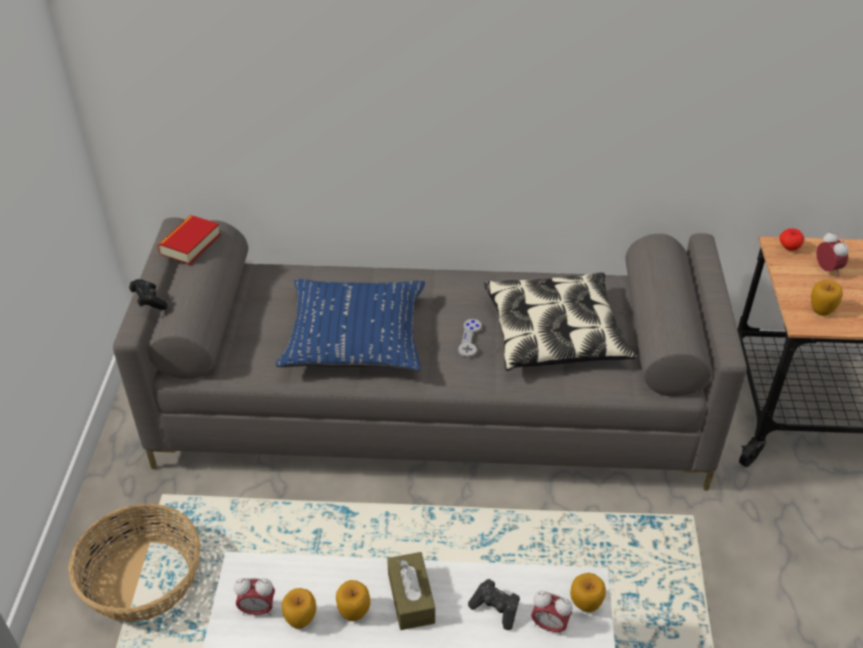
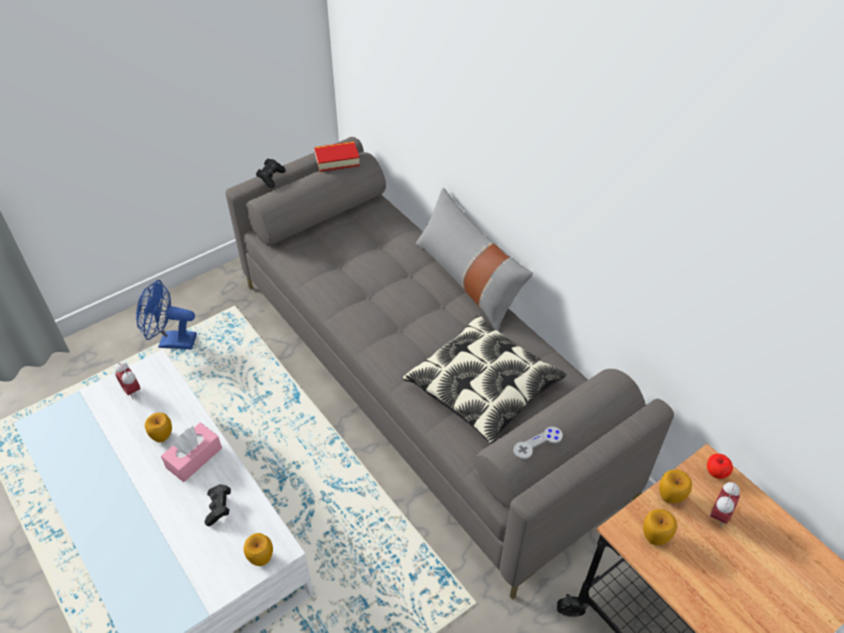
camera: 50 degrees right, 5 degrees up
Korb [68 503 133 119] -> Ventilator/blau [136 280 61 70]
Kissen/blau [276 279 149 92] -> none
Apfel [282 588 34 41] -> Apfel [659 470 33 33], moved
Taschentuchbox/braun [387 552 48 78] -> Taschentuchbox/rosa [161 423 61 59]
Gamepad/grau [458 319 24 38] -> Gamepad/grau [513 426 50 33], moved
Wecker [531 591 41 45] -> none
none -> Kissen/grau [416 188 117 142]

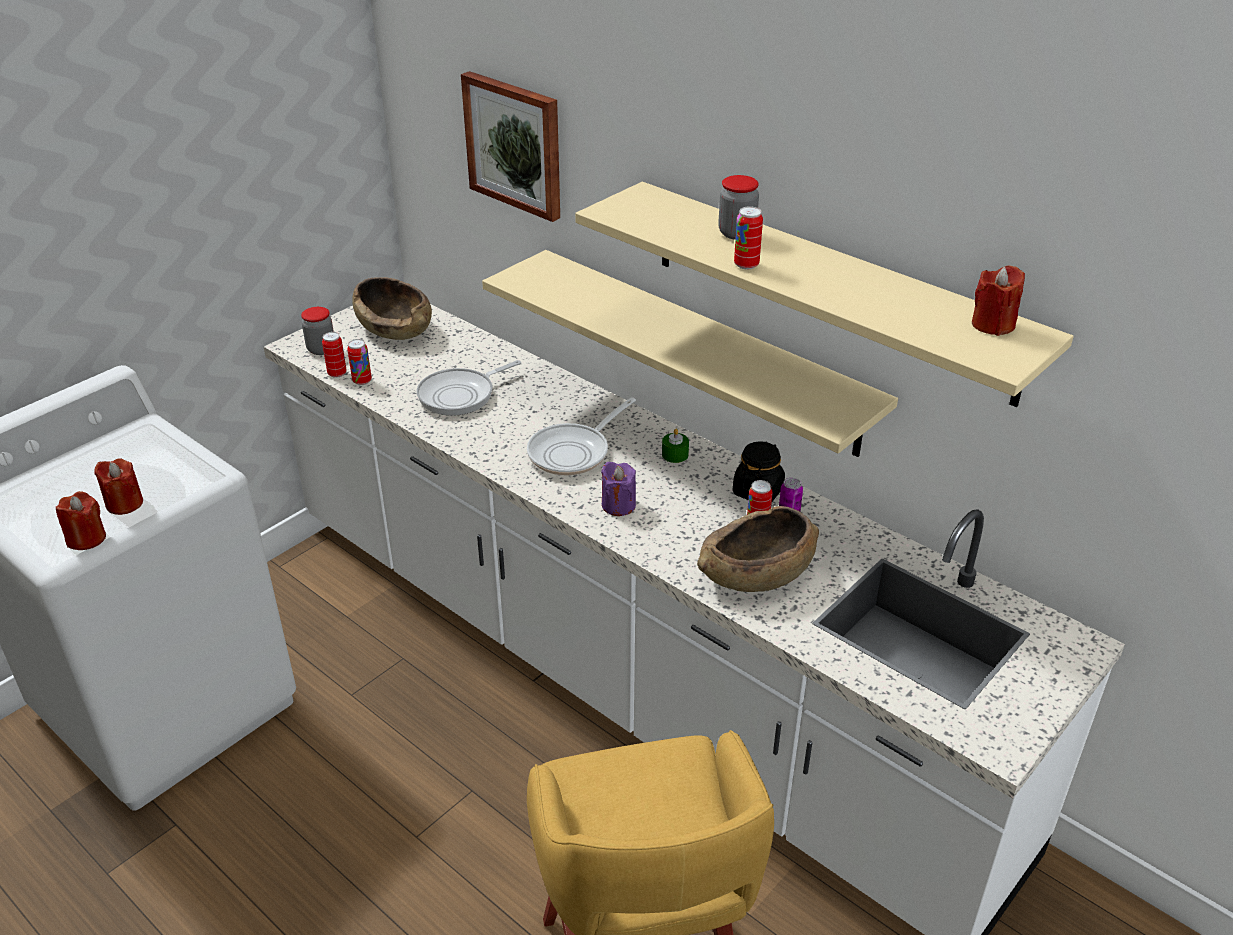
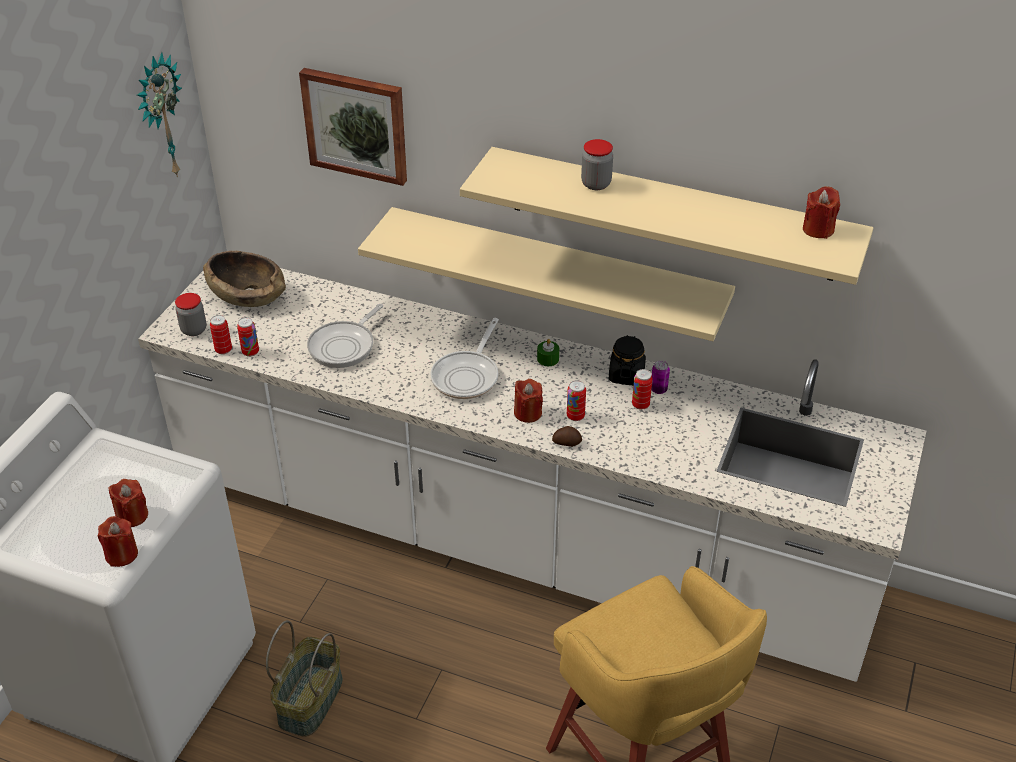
camera: 20 degrees left, 5 degrees up
Kerze/lila [601 462 35 54] -> Kerze/rot [514 379 29 44]
Schüssel/braun [697 506 122 86] -> none
Dose [734 206 29 64] -> Dose [567 380 19 41], moved
none -> Wanduhr [137 52 45 126]
none -> Korb [266 620 77 117]
none -> Kartoffel [552 426 30 21]

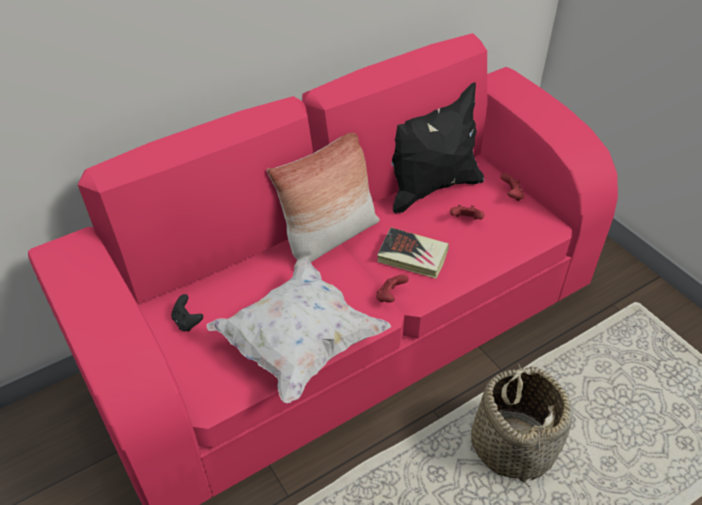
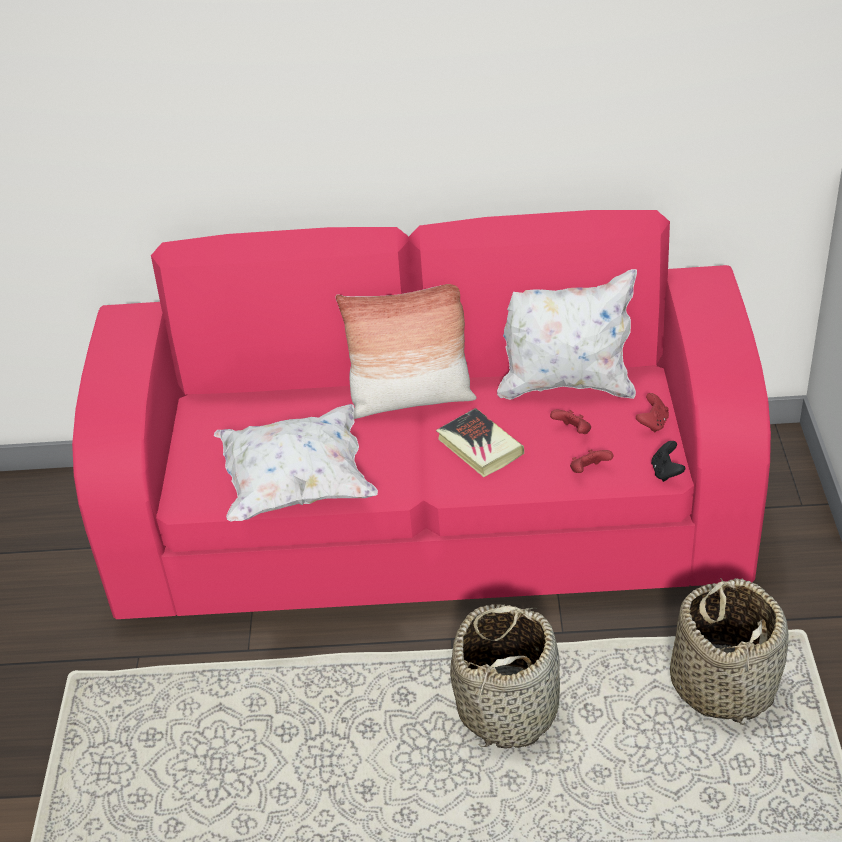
camera: 35 degrees right, 5 degrees down
Gamepad/schwarz [171 294 32 38] -> Gamepad/schwarz [651 441 34 41], moved
Gamepad/rot [376 275 33 28] -> Gamepad/rot [570 449 43 24], moved
Kissen/schwarz [391 82 93 132] -> Kissen/weiß [497 269 140 131]
none -> Korb [670 578 119 147]

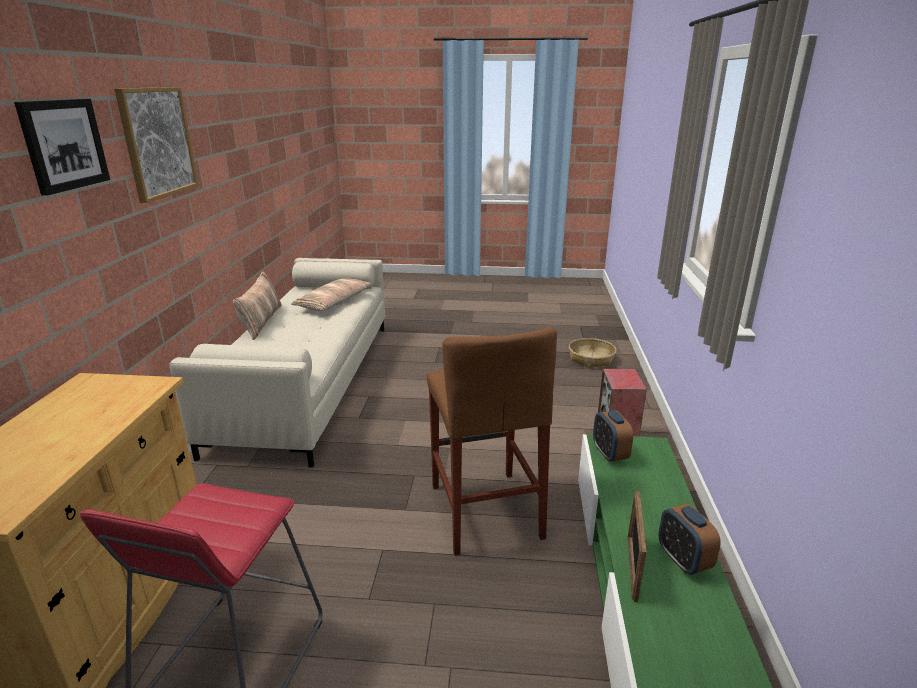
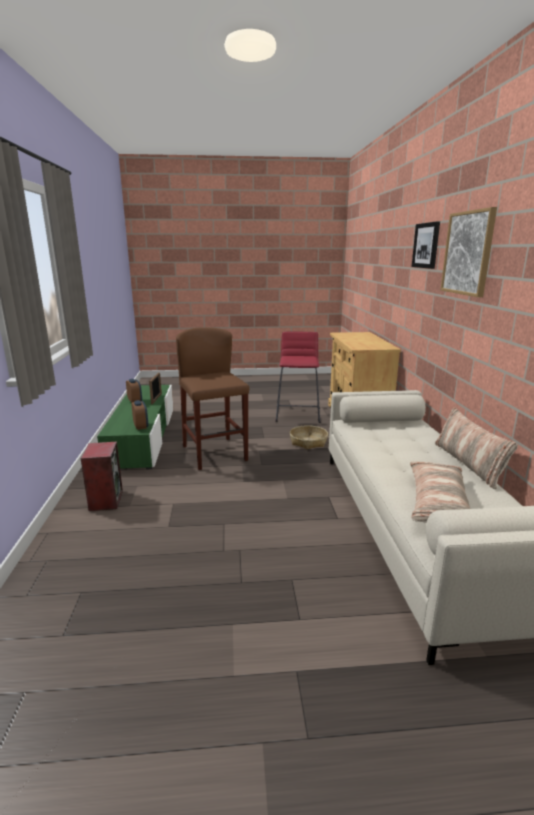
camera: 170 degrees right, 5 degrees down
Korb [569 338 47 30] -> Korb [290 425 38 25], moved

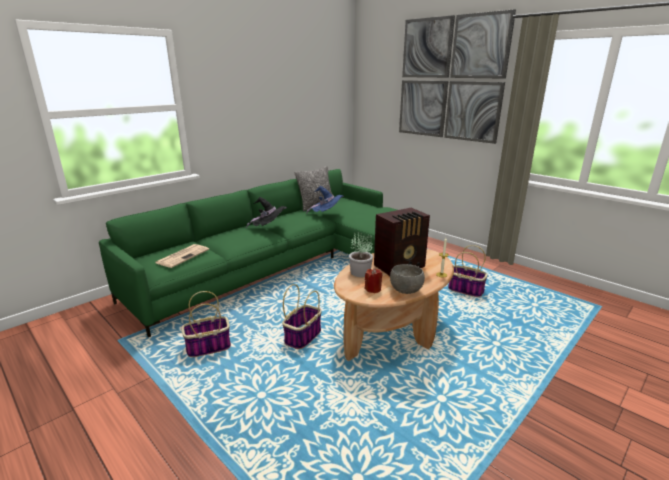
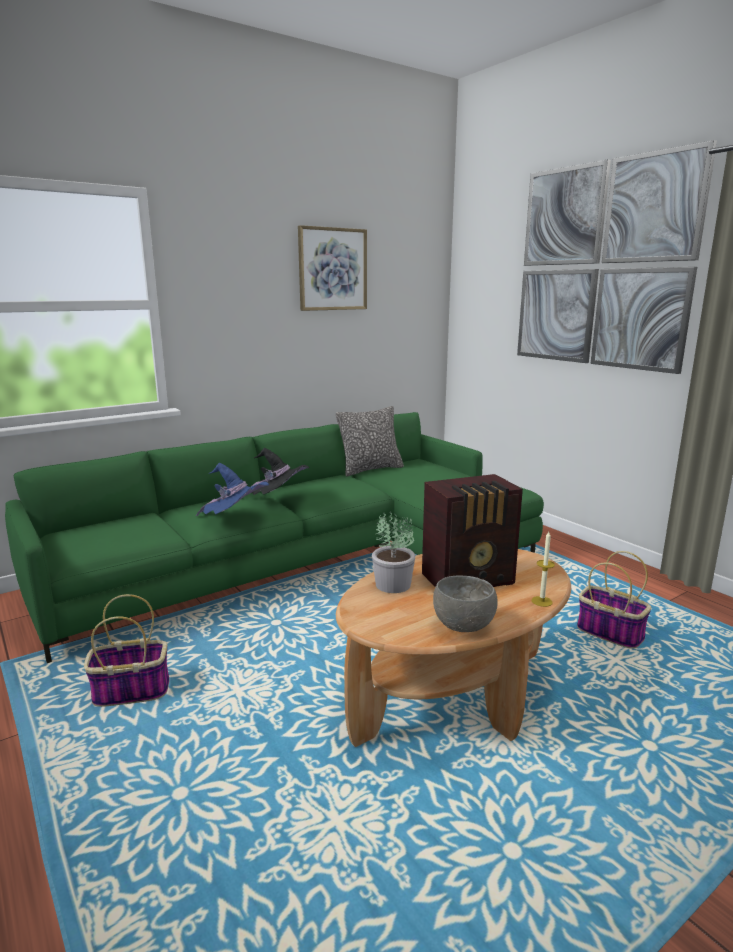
camera: 10 degrees right, 5 degrees down
Zeitung [155 244 54 24] -> none
Korb [282 284 40 65] -> none
Hut/blau [306 186 38 28] -> Hut/blau [196 463 73 53], moved
Kerze/rot [365 268 17 25] -> none
none -> Bild [298 225 69 86]

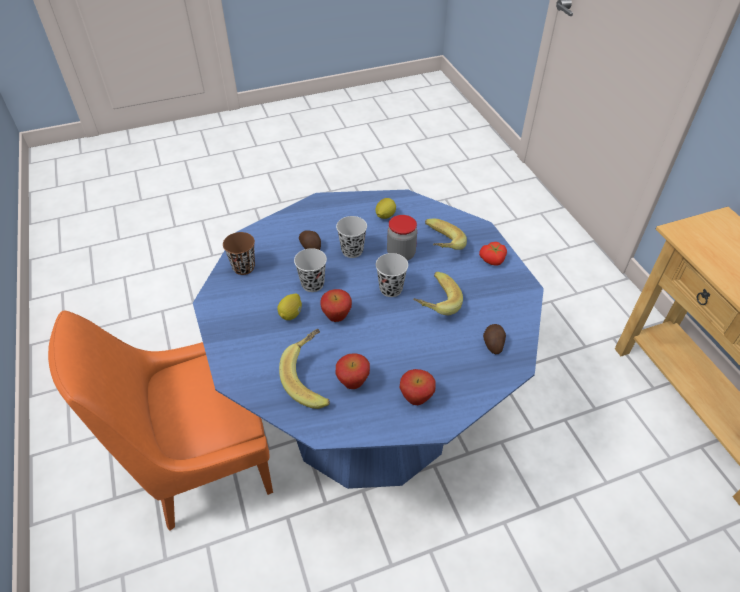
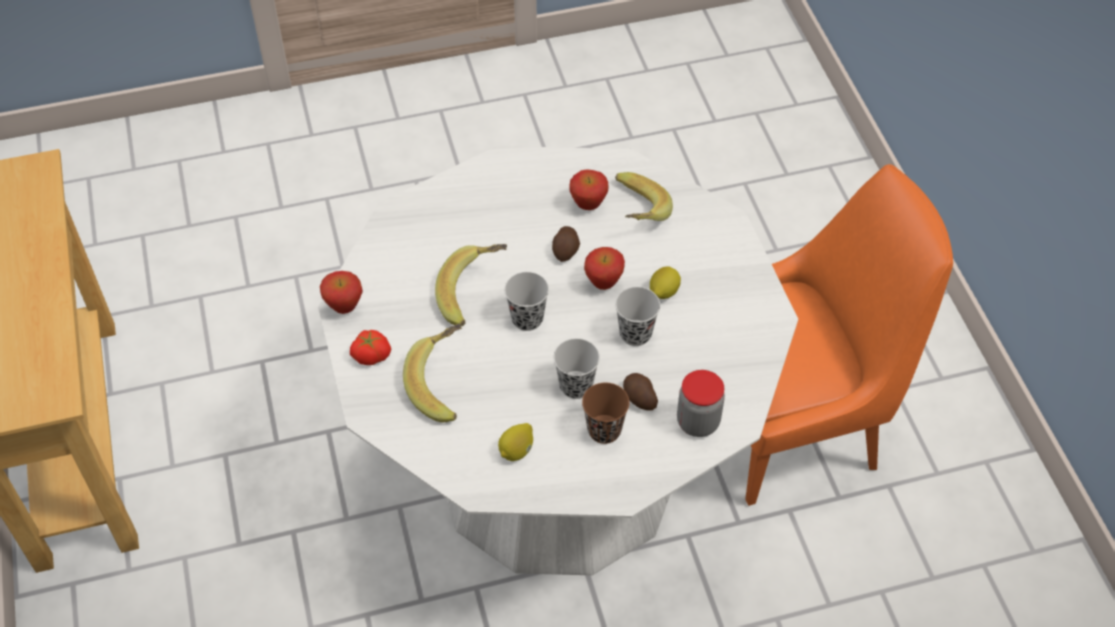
camera: 175 degrees left, 5 degrees up
Esstisch/blau [193 190 351 299] -> Esstisch/weiß [318 146 480 429]
Tasse/braun [223 232 32 43] -> Tasse/braun [582 382 48 62], moved
Vorratsglas [387 215 30 46] -> Vorratsglas [677 370 48 67], moved
Apfel [399 369 37 36] -> Apfel [320 271 43 43], moved
Kartoffel [483 324 23 30] -> Kartoffel [552 226 28 36], moved

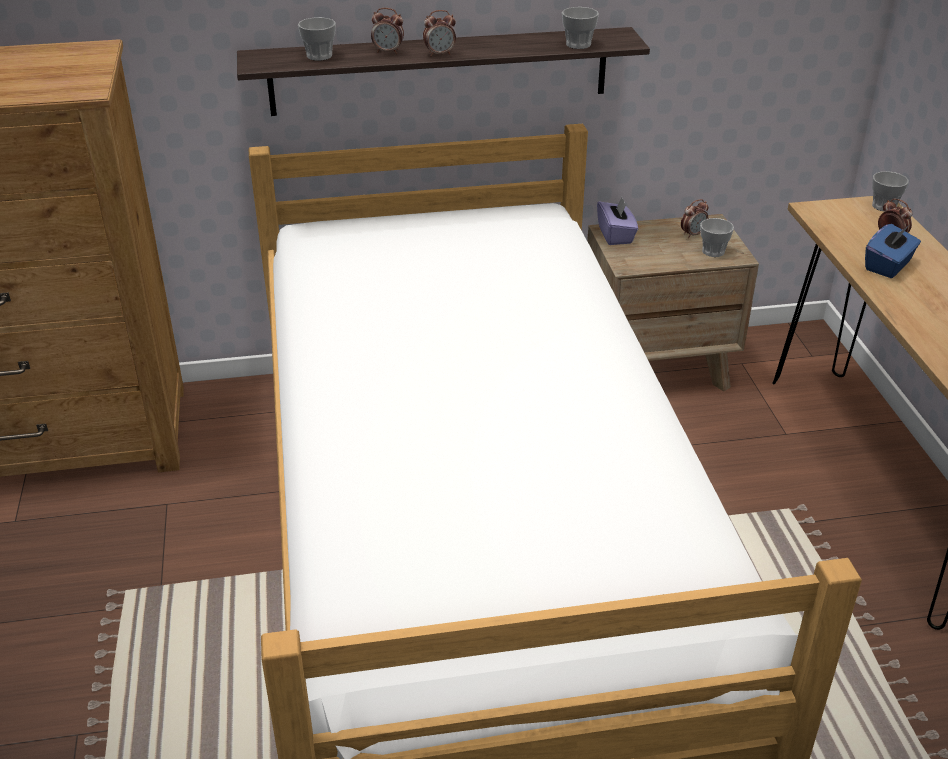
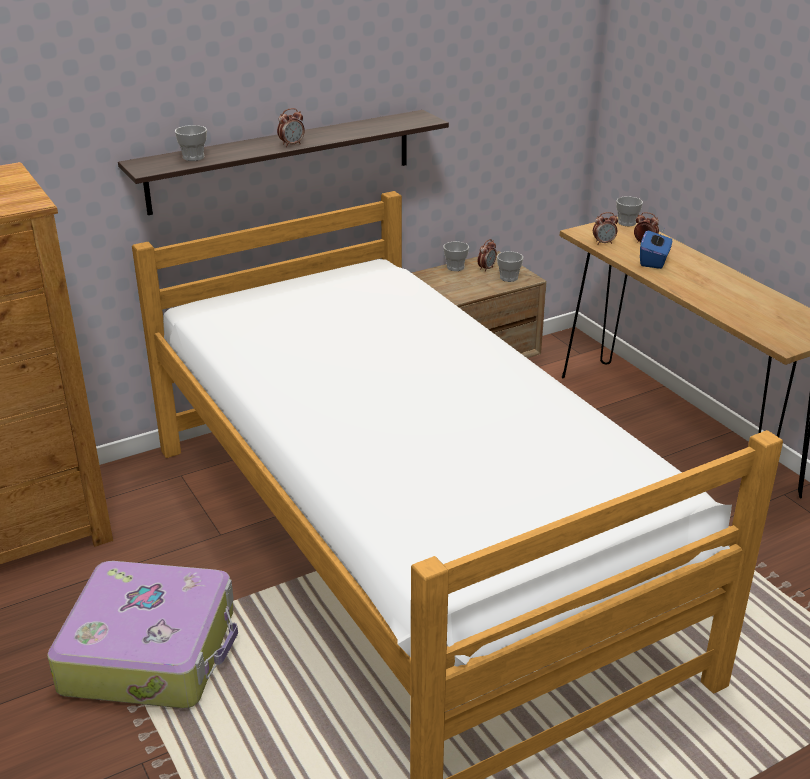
camera: 20 degrees left, 5 degrees down
Wecker [371 8 33 46] -> Wecker [593 212 25 33], moved
Tasse [562 7 37 42] -> Tasse [443 241 26 30], moved
Taschentuchbox/lila [597 197 41 48] -> none
none -> Koffer [47 561 191 147]

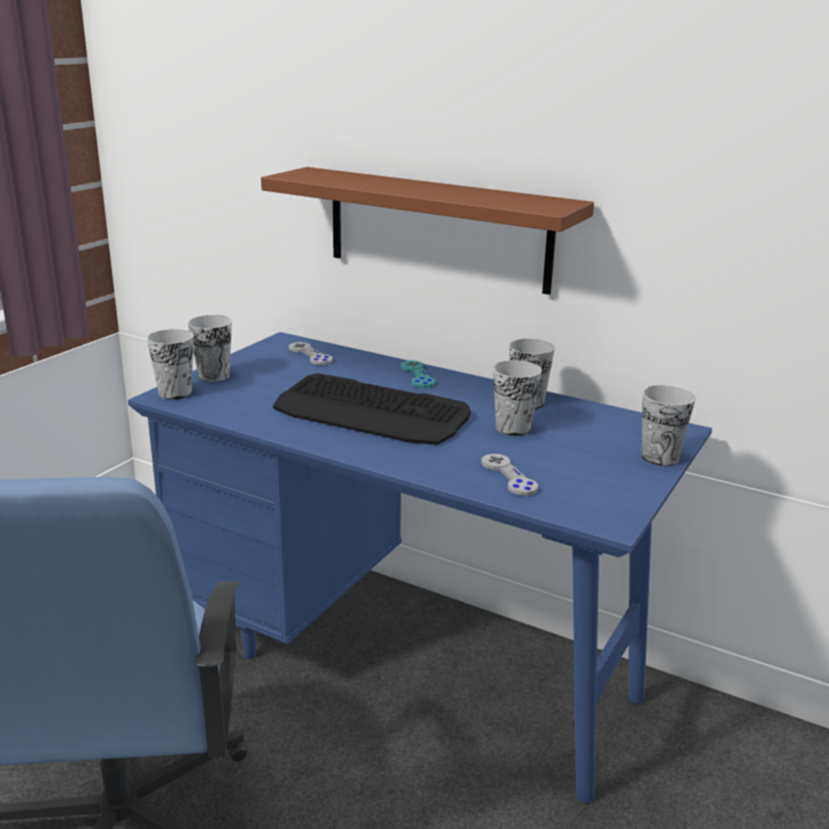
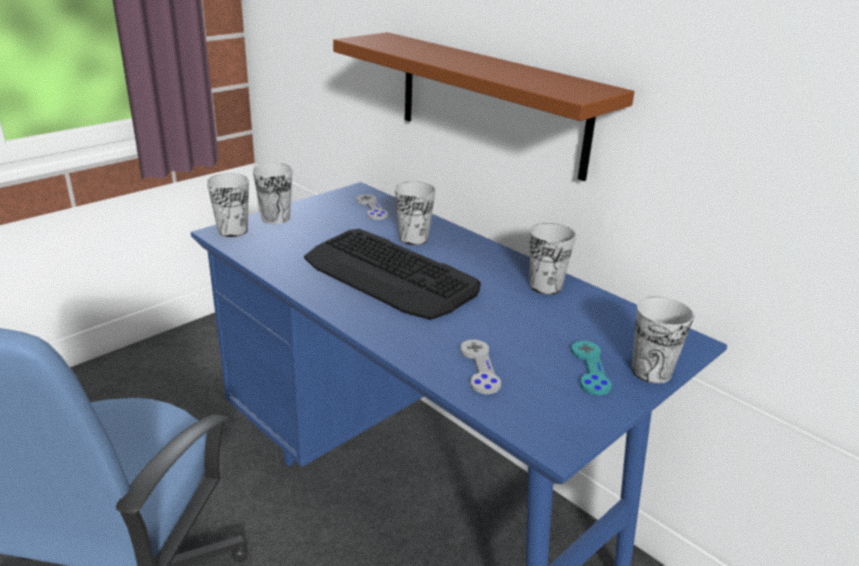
camera: 15 degrees right, 5 degrees up
Gamepad/türkis [401 360 34 28] -> Gamepad/türkis [571 341 41 54], moved
Tasse [493 360 49 76] -> Tasse [395 181 41 64], moved

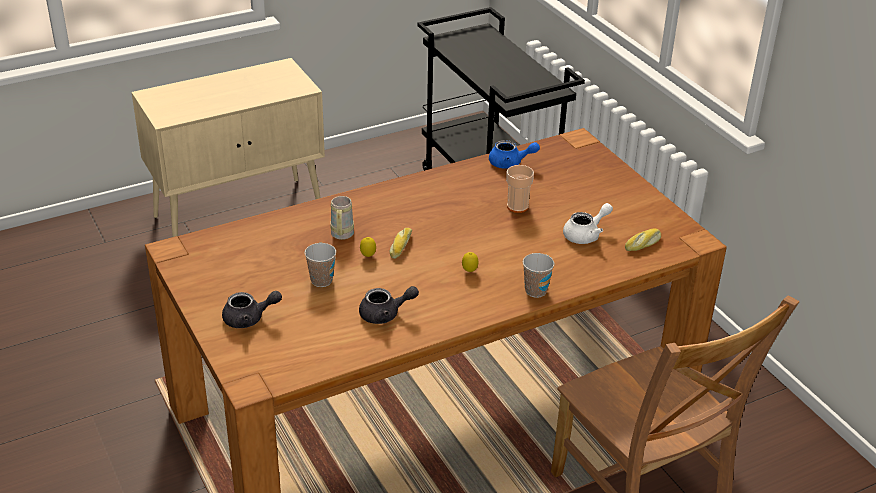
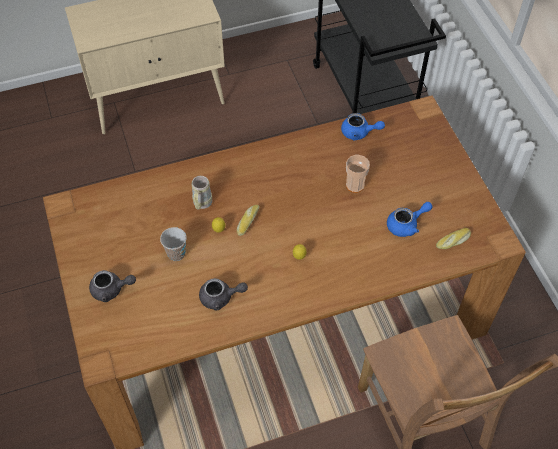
camera: 10 degrees right, 20 degrees up
Tasse [523 253 32 45] -> none
Teekanne/weiß [563 203 50 41] -> Teekanne/blau [387 202 45 35]

